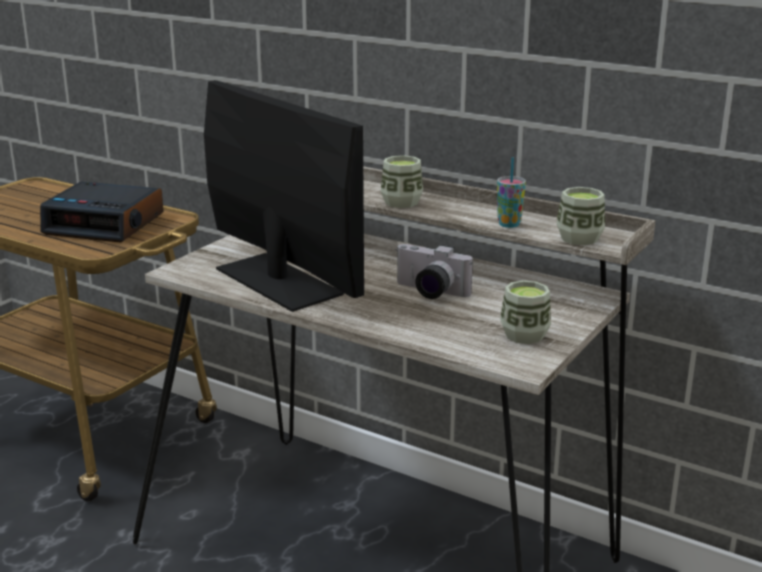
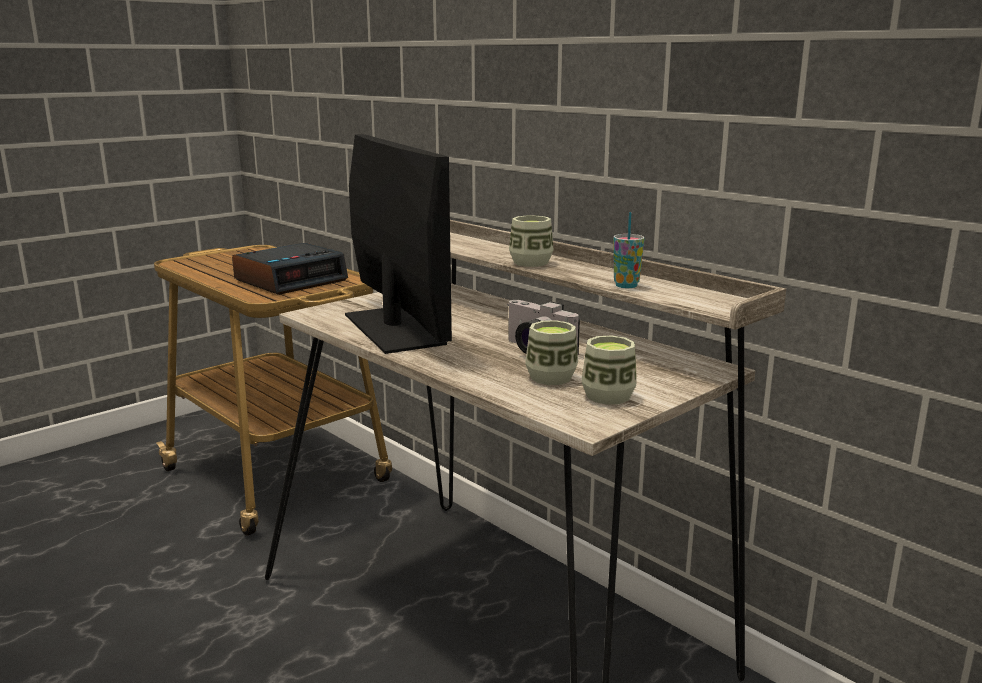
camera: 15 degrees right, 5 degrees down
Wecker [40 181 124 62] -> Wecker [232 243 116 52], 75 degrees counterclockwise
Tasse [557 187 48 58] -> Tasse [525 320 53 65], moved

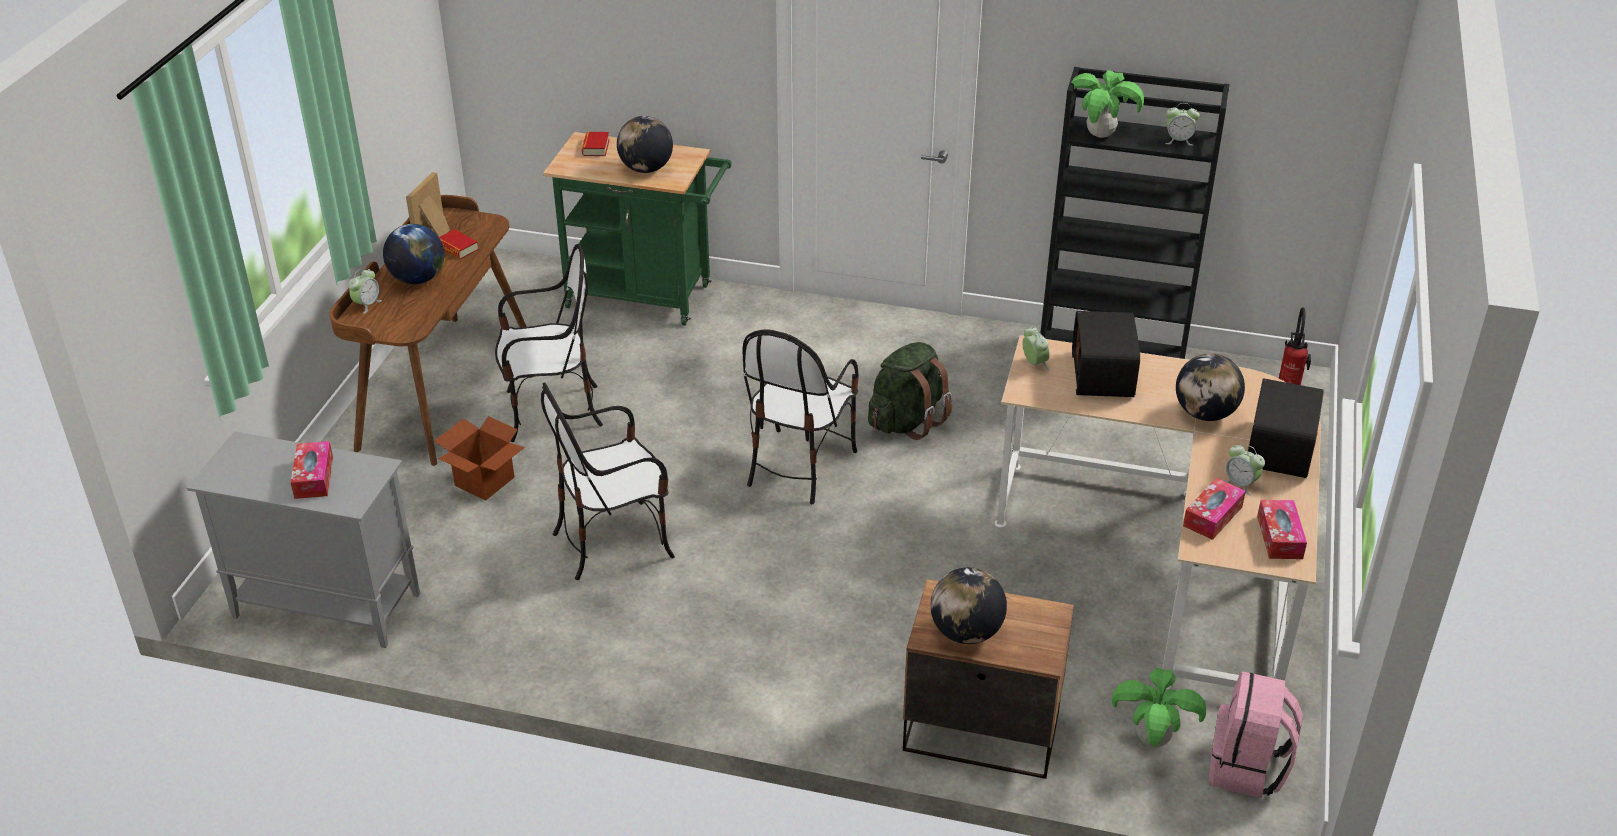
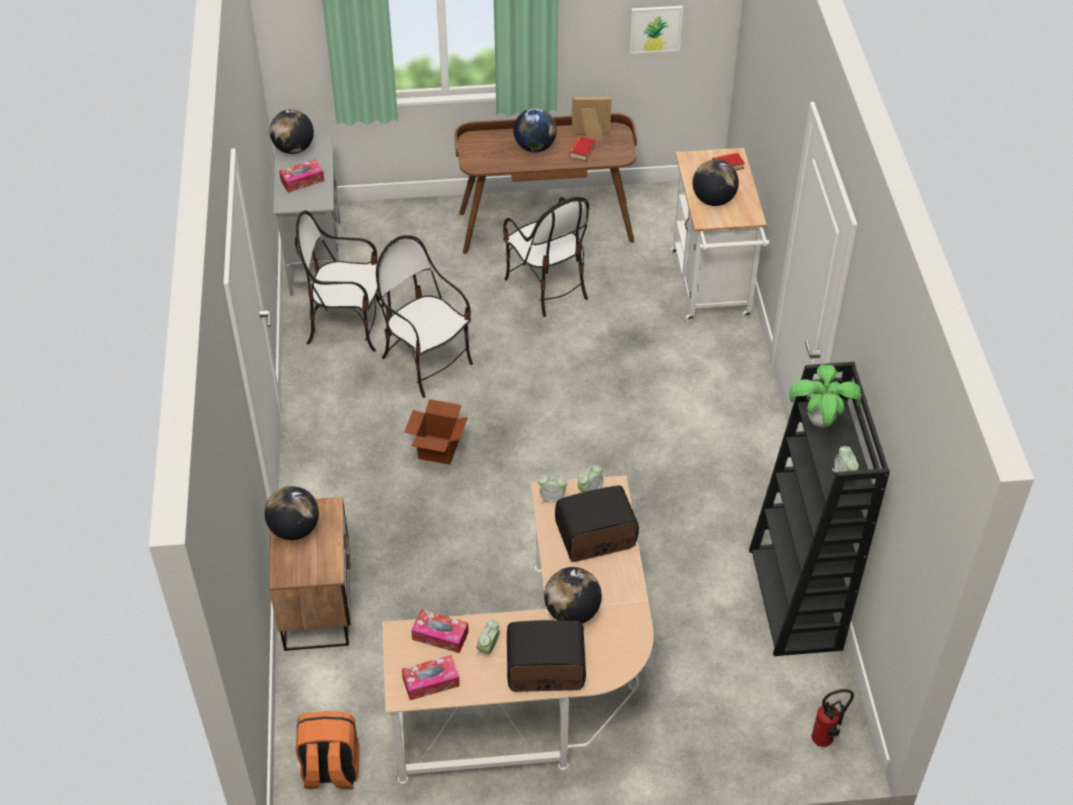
camera: 70 degrees right, 10 degrees up
Wecker [348 269 34 45] -> Wecker [538 474 29 29], moved
Karton [434 416 91 85] -> Karton [404 399 64 66], moved
Rollwagen/grün [543 132 189 194] -> Rollwagen/weiß [670 148 99 174]
Stuhl [742 330 117 174] -> Stuhl [295 211 89 141], moved
Rucksack/grün [868 342 84 98] -> none
Topfpflanze [1112 667 94 80] -> none
Rucksack/rosa [1209 671 94 127] -> Rucksack/orange [296 711 64 78]
none -> Globus [270 109 44 45]
none -> Bild [629 6 54 48]

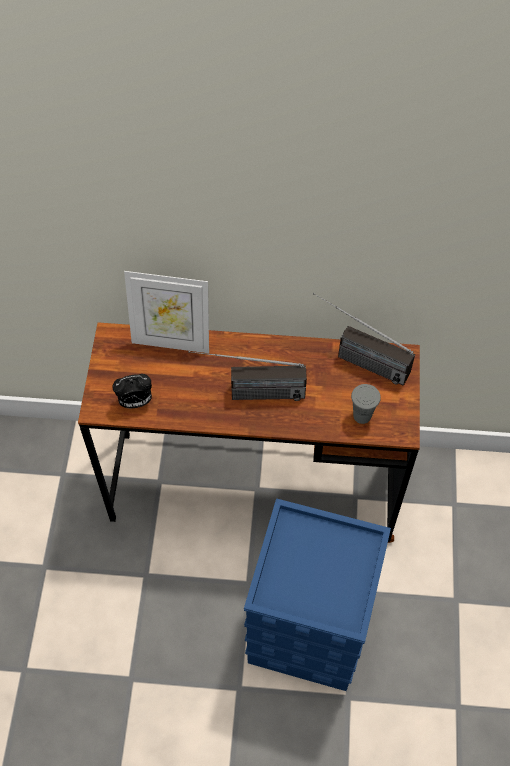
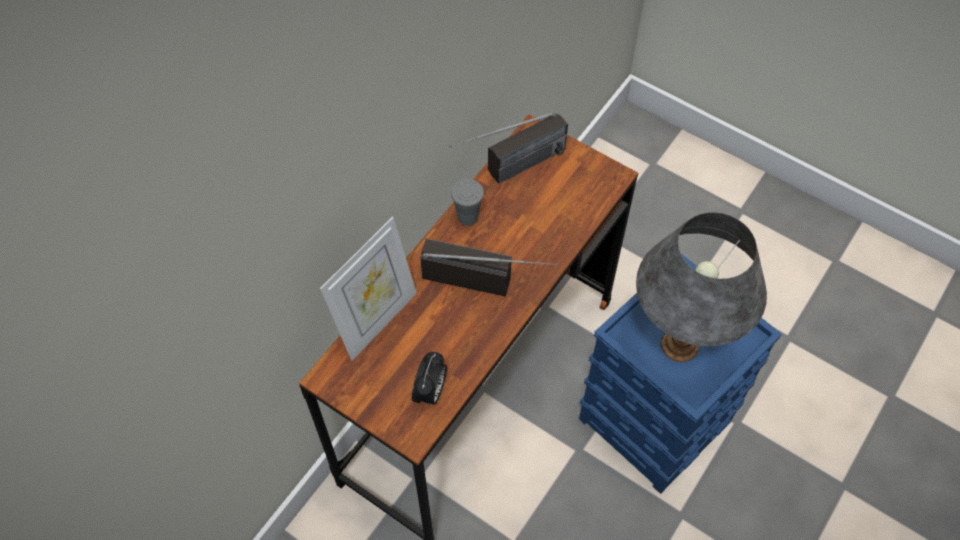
camera: 60 degrees left, 0 degrees up
Radio [188 351 119 50] -> Radio [420 239 138 57], 105 degrees counterclockwise
Tasse/grau [351 384 30 40] -> Tasse/grau [451 179 33 47], moved
none -> Tischlampe/grau [636 212 131 150]

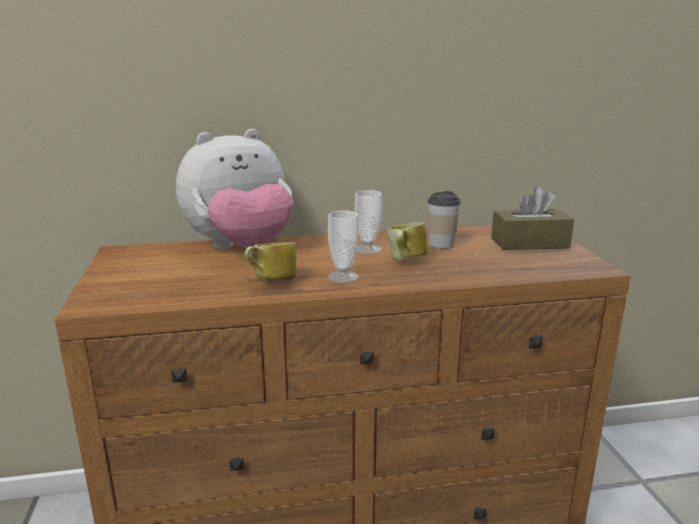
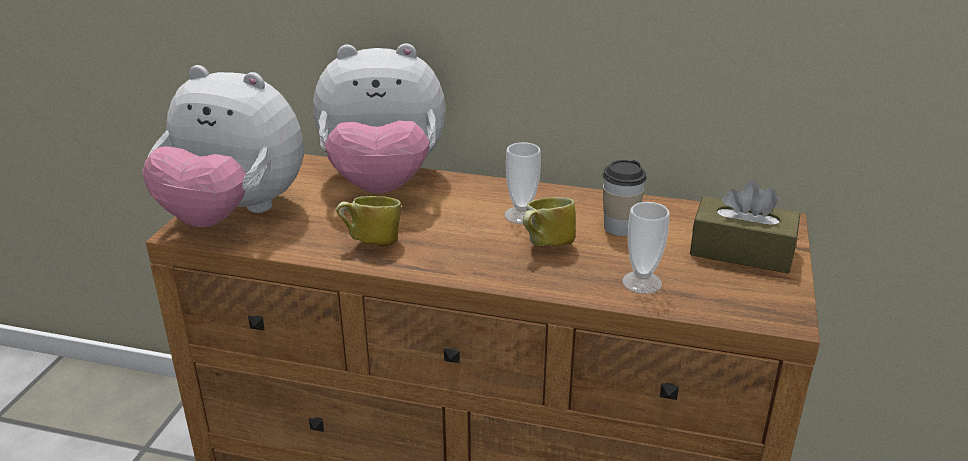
camera: 25 degrees right, 10 degrees up
Tasse [328 210 31 73] -> Tasse [622 202 48 92], moved
none -> Plüschtier [143 65 161 162]

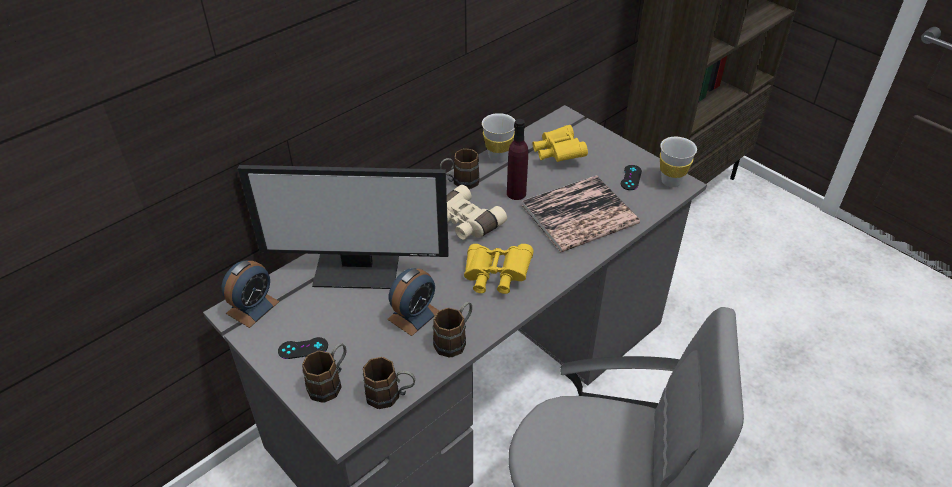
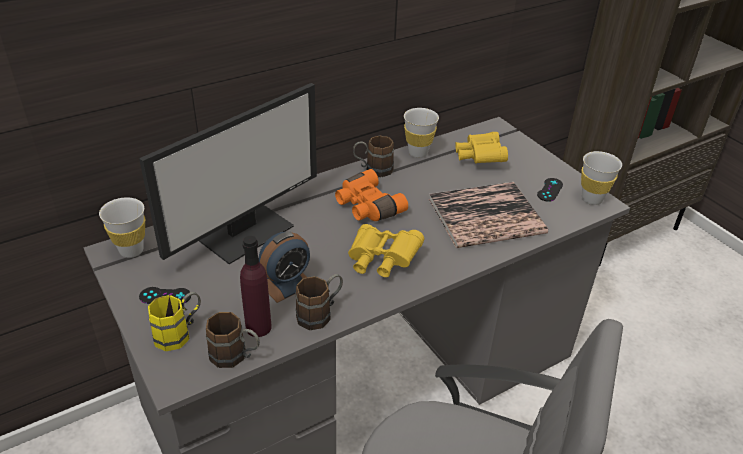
camera: 10 degrees right, 5 degrees down
Wecker [221 261 58 67] -> Tasse/weiß [99 198 46 60]
Monitor [238 165 211 124] -> Monitor [139 83 178 181], 60 degrees counterclockwise
Henkelbecher/braun [302 343 44 60] -> Henkelbecher/gelb [148 292 53 59]
Fernglas/beige [447 185 60 55] -> Fernglas/orange [335 169 73 52]
Flasche/lila [507 119 21 81] -> Flasche/lila [240 236 32 101], moved

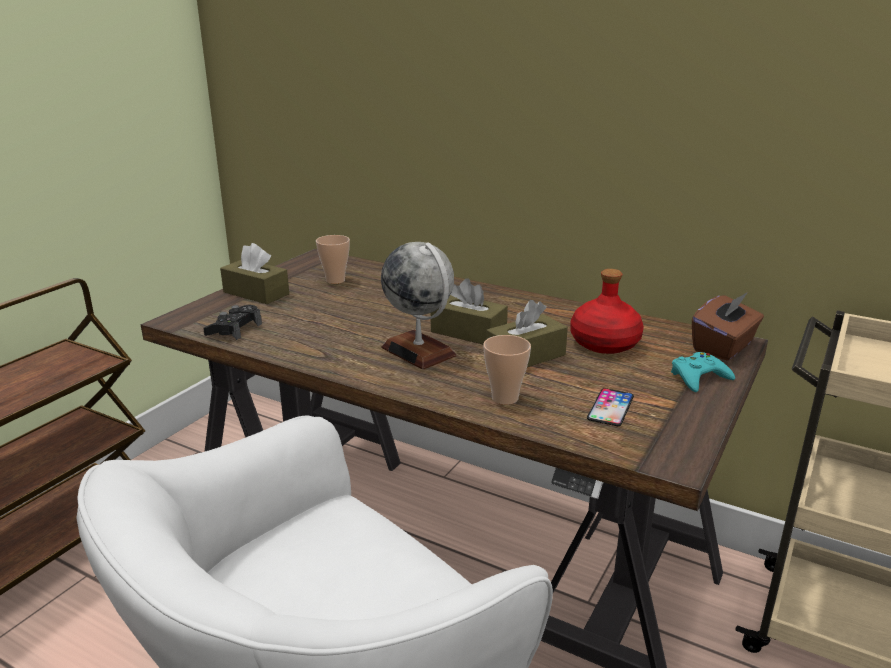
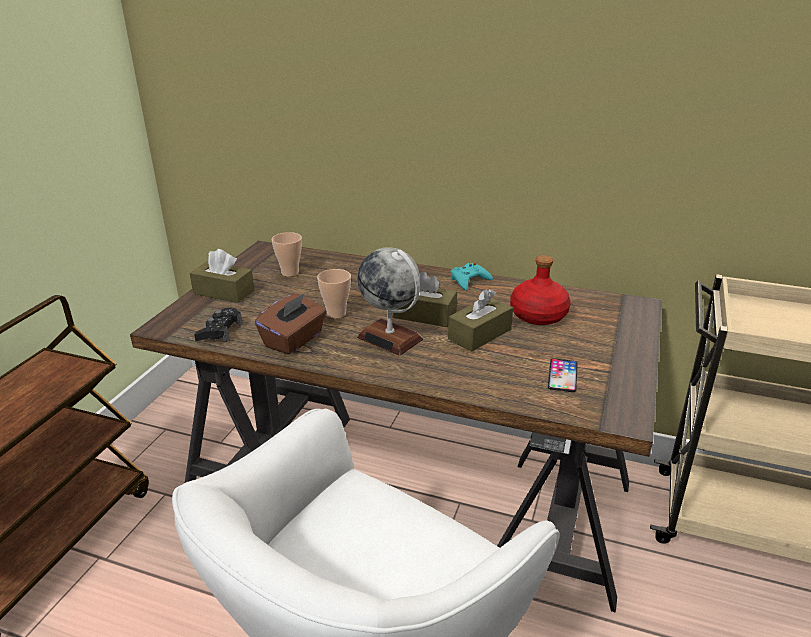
camera: 10 degrees left, 5 degrees up
Tasse [483 335 48 70] -> Tasse [317 269 34 50], moved
Gamepad/türkis [671 352 64 40] -> Gamepad/türkis [451 263 42 28], moved
Taschentuchbox/braun [692 292 72 69] -> Taschentuchbox/braun [255 293 71 62], moved

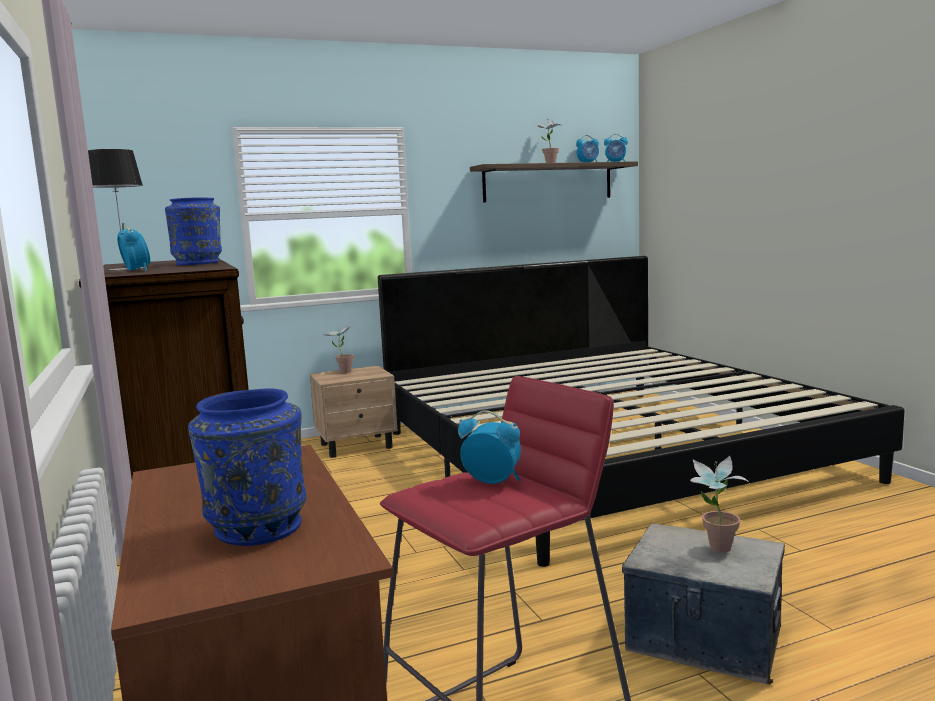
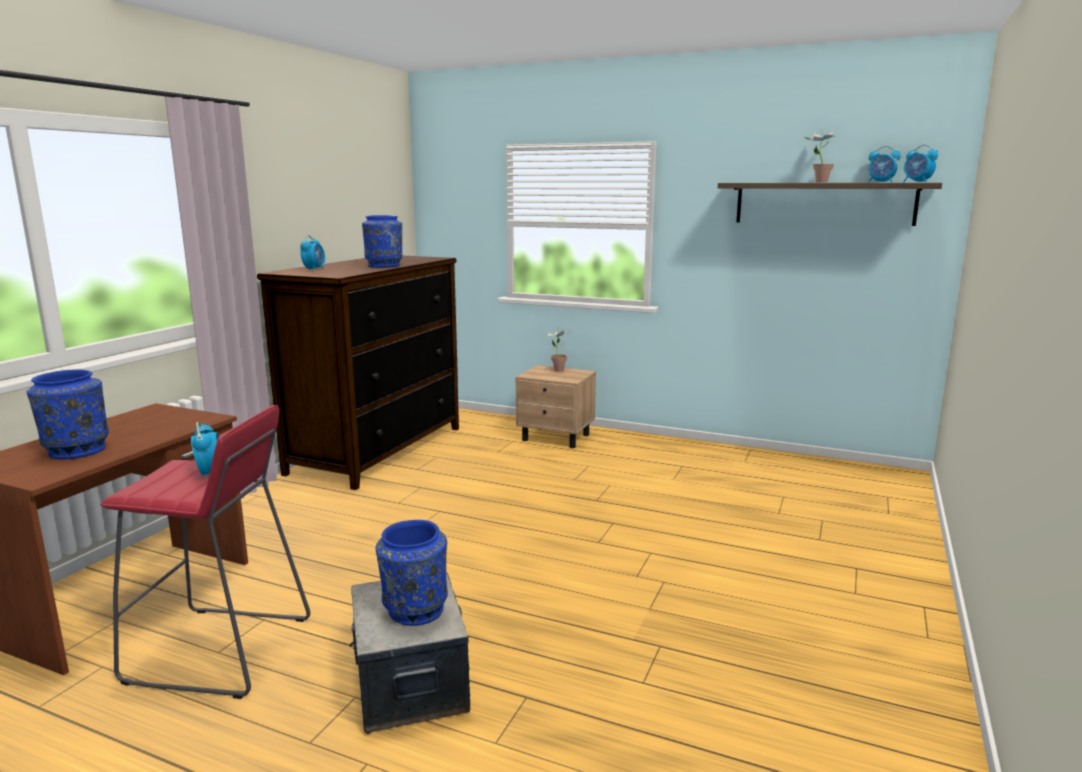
camera: 45 degrees right, 5 degrees up
Tischlampe [88 149 56 122] -> none
Bett [378 256 527 311] -> none
Topfpflanze [690 455 59 98] -> Vase/blau [376 520 72 106]

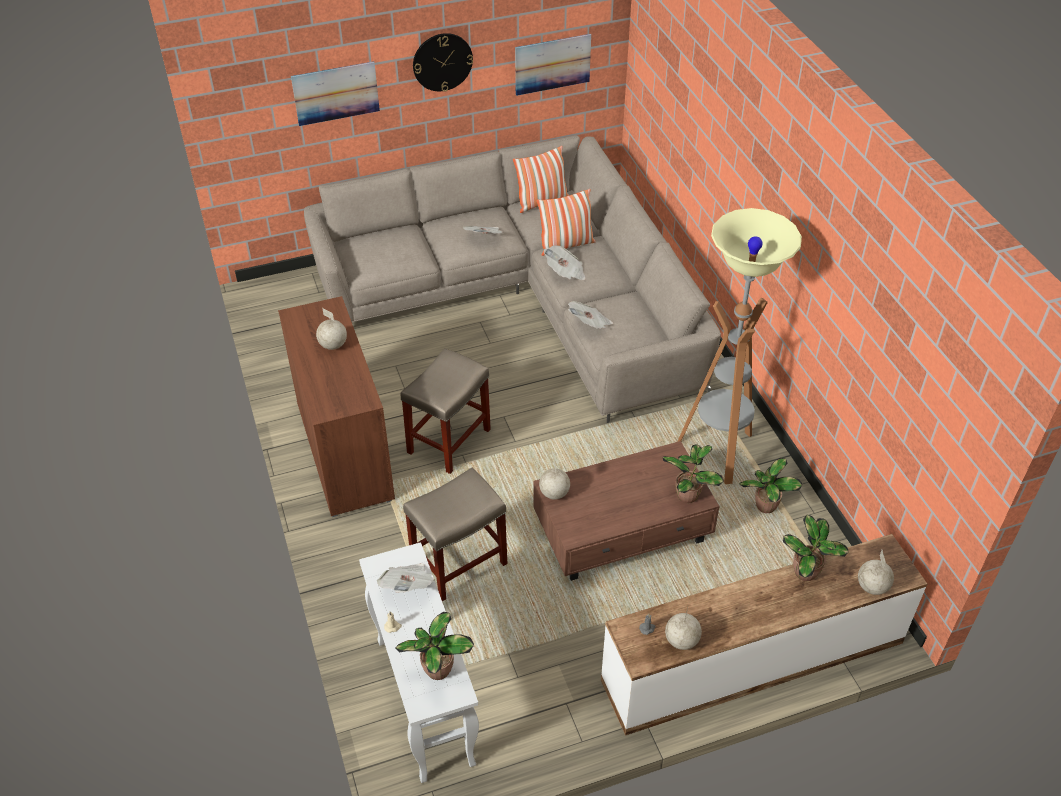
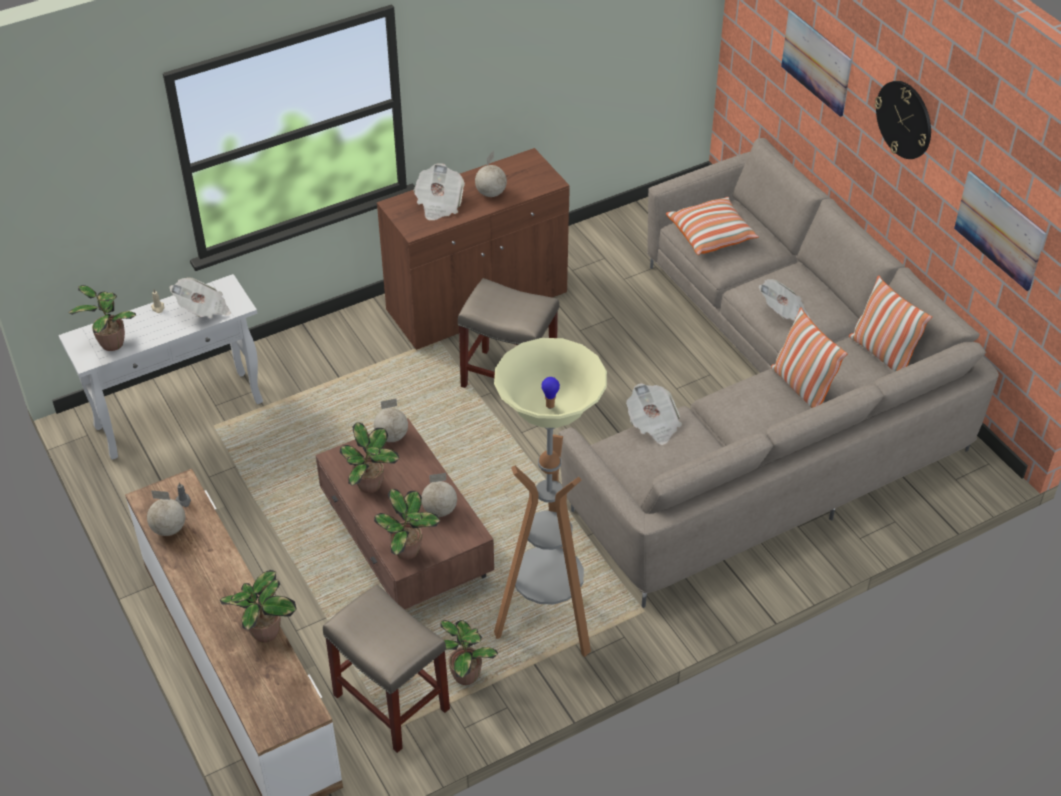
camera: 80 degrees right, 0 degrees up
Hocker/beige [403 468 104 133] -> Hocker/beige [323 584 127 169], moved
Zeitung [544 245 41 35] -> Zeitung [414 163 51 58], moved
Globus [858 550 36 45] -> Globus [422 473 35 44], moved
none -> Topfpflanze [340 422 59 71]
none -> Kissen [666 197 93 58]

